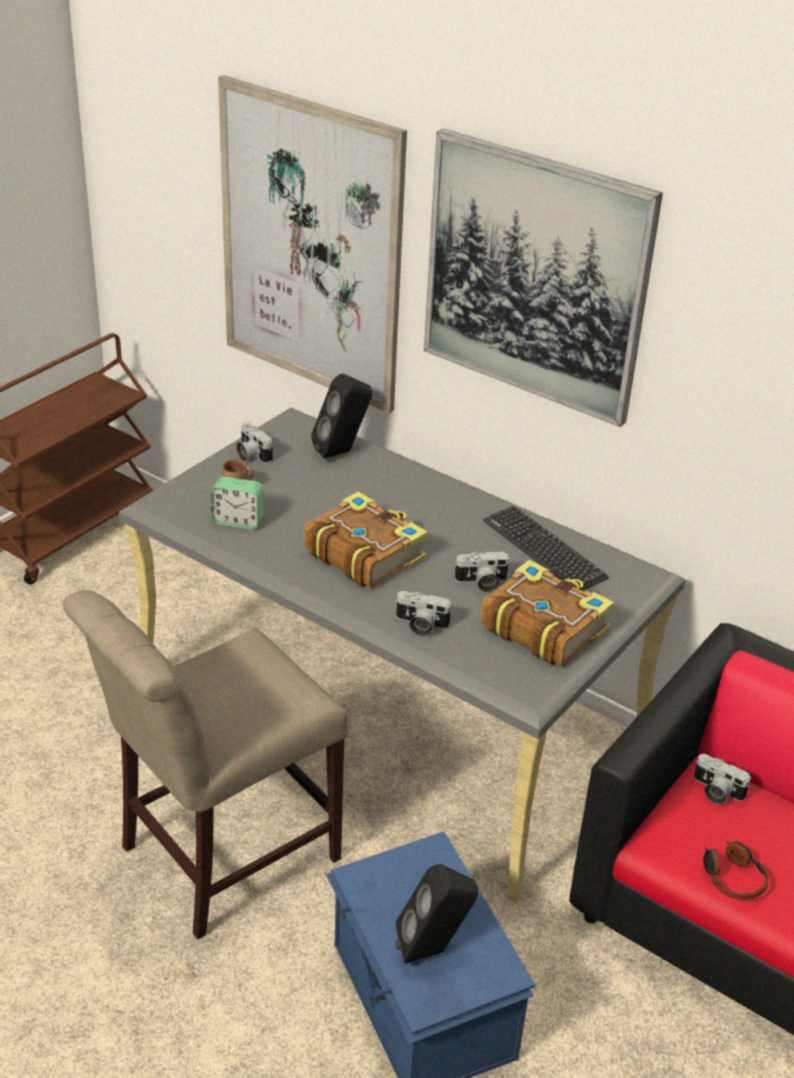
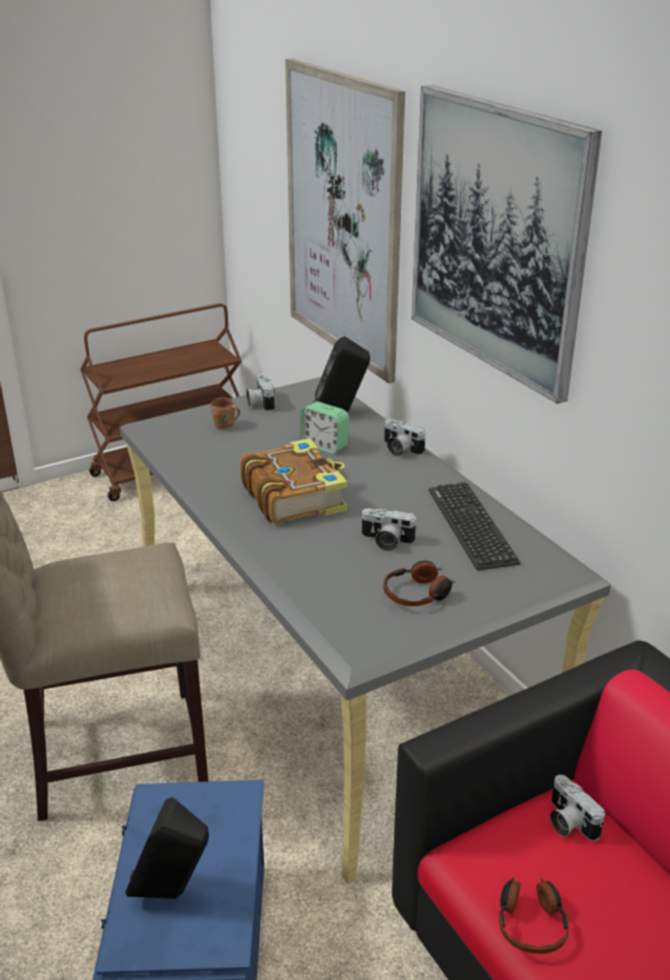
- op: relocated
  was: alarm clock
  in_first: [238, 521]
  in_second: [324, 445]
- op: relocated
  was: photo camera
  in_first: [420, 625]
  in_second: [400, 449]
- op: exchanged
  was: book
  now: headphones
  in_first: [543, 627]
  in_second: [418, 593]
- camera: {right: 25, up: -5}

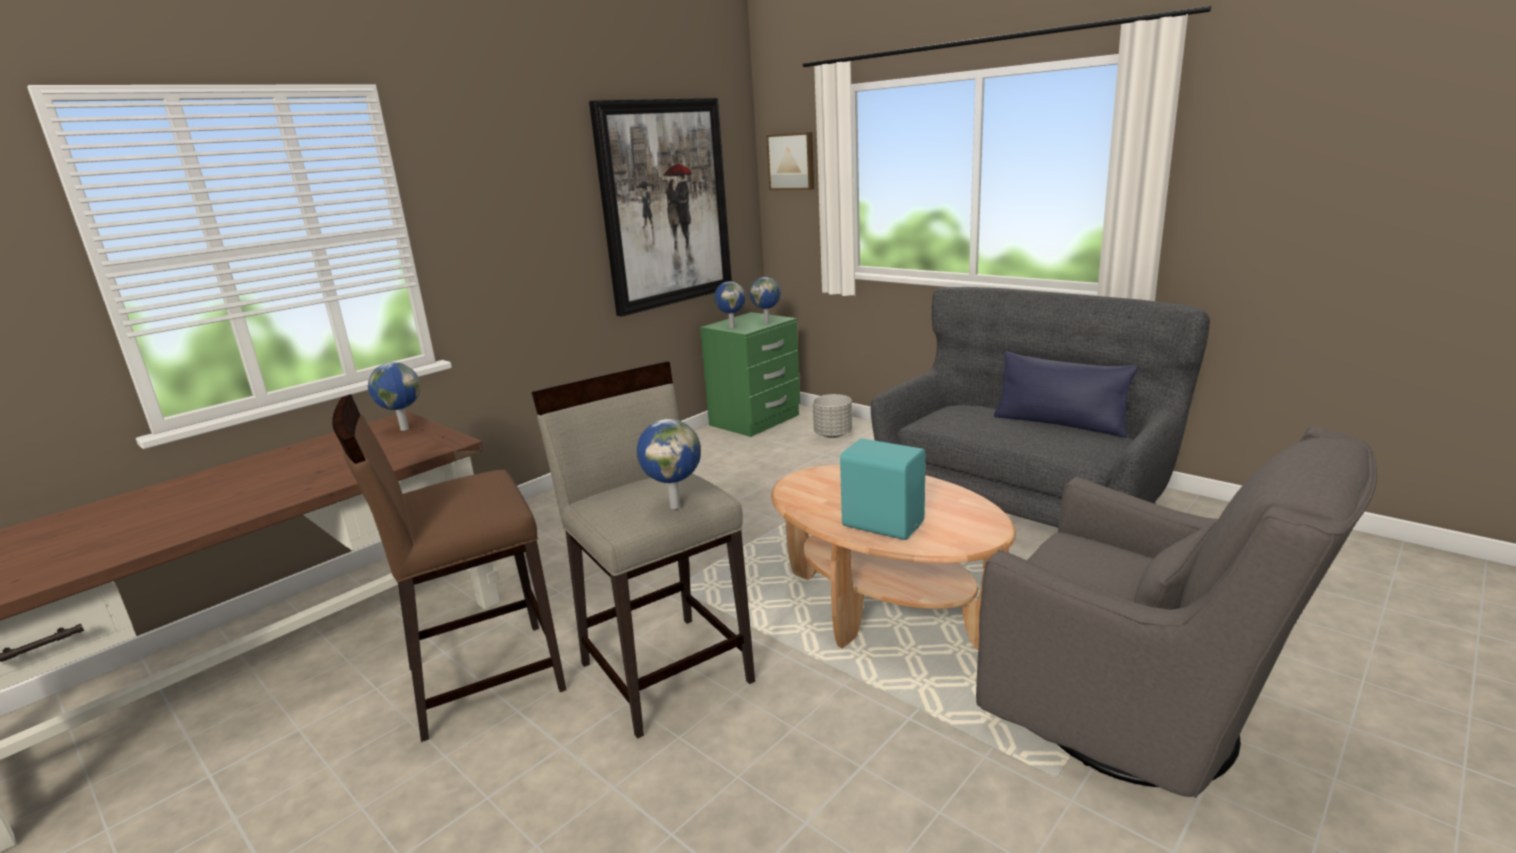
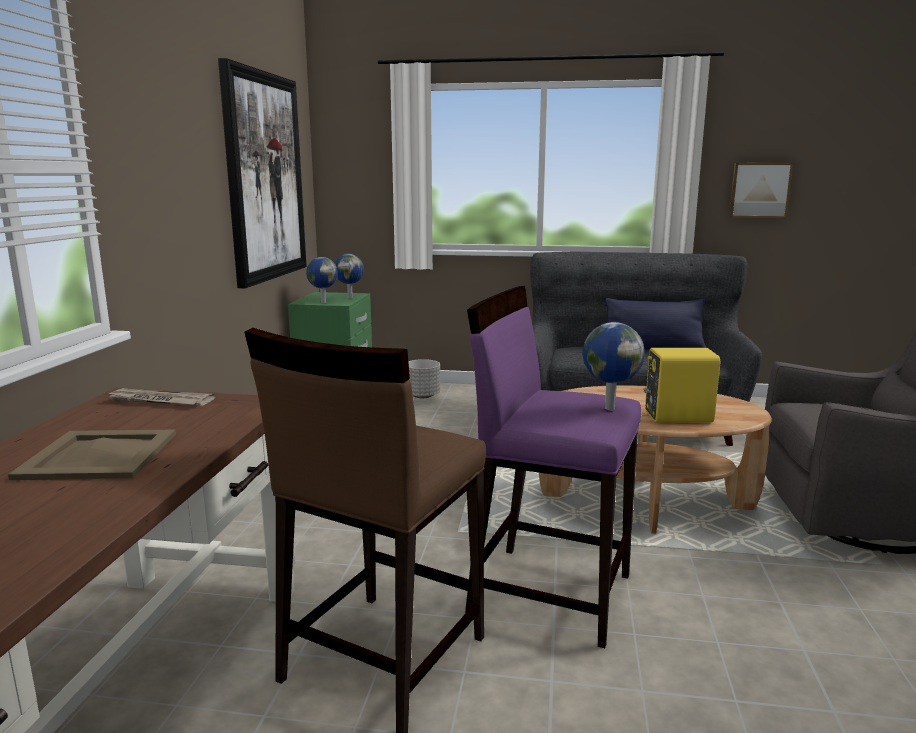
- op: appeared
  now: beige tray
  in_second: [97, 456]
- op: relocated
  was: picture
  in_first: [792, 161]
  in_second: [759, 190]
- op: exchanged
  was: globe
  now: newspaper
  in_first: [403, 429]
  in_second: [159, 401]
- op: colour
  was: beige stool
  now: purple stool
  in_first: [666, 670]
  in_second: [549, 592]
- op: colour
  was: turquoise speaker
  now: yellow speaker
  in_first: [882, 523]
  in_second: [676, 416]
- camera: {right: -35, up: -5}

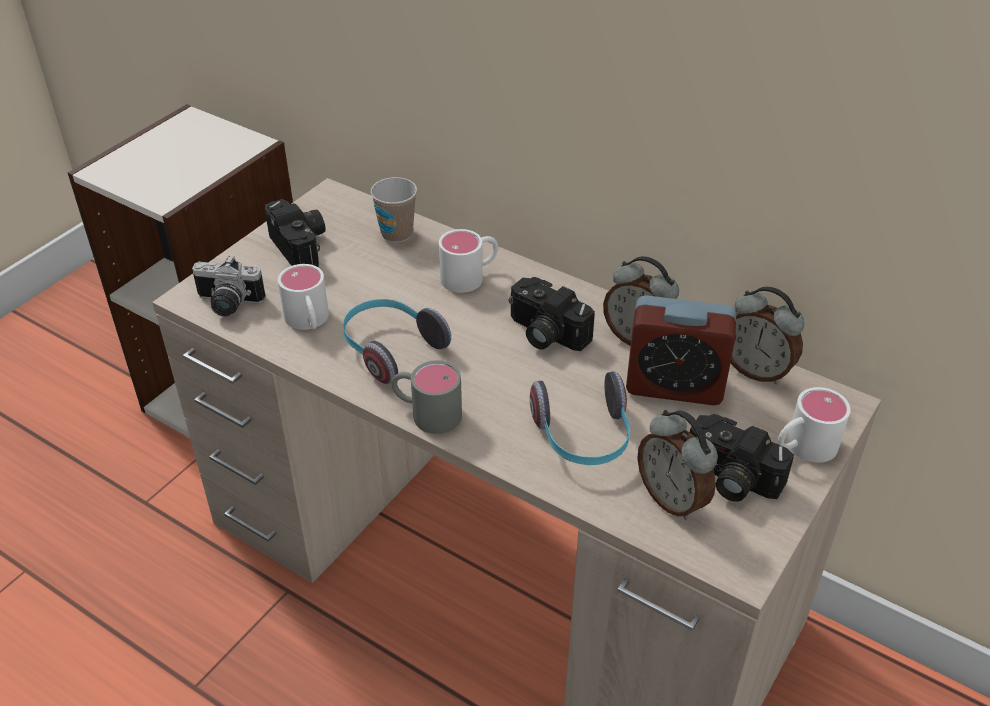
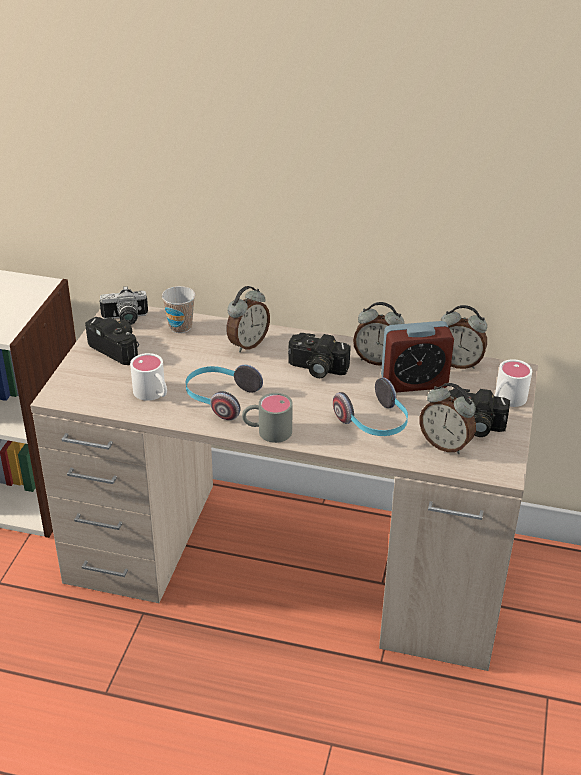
- op: relocated
  was: photo camera
  in_first: [227, 305]
  in_second: [125, 319]
- op: exchanged
  was: white mug
  now: alarm clock
  in_first: [470, 276]
  in_second: [247, 344]
- camera: {right: -20, up: -5}

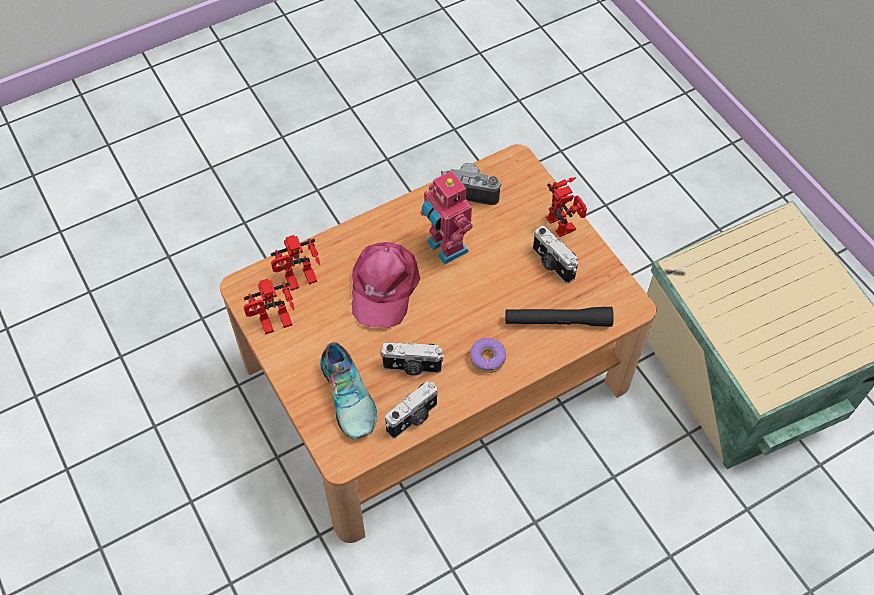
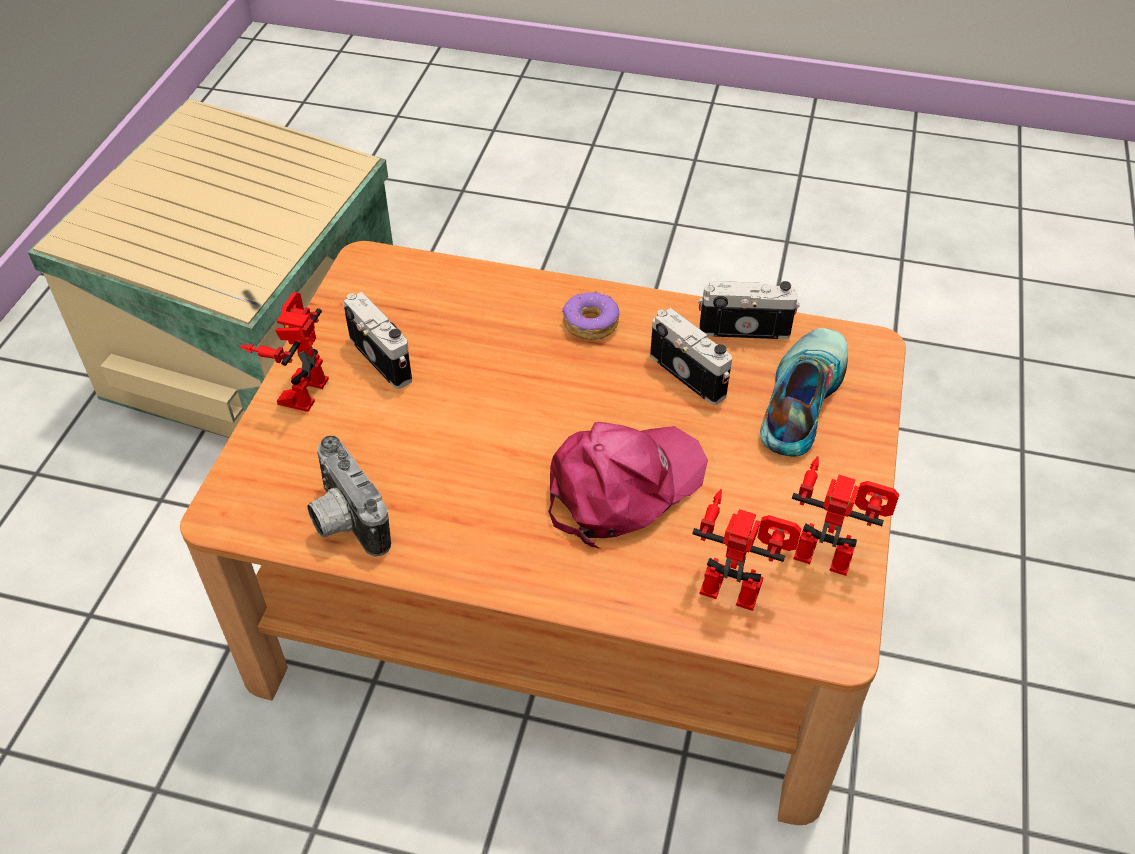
- op: missing
  was: toy robot
  in_first: [445, 248]
- op: missing
  was: black flashlight
  in_first: [557, 321]
- op: spun
  was: photo camera
  in_first: [552, 264]
  in_second: [383, 358]
  clockwise: -45
- camera: {right: -135, up: -10}

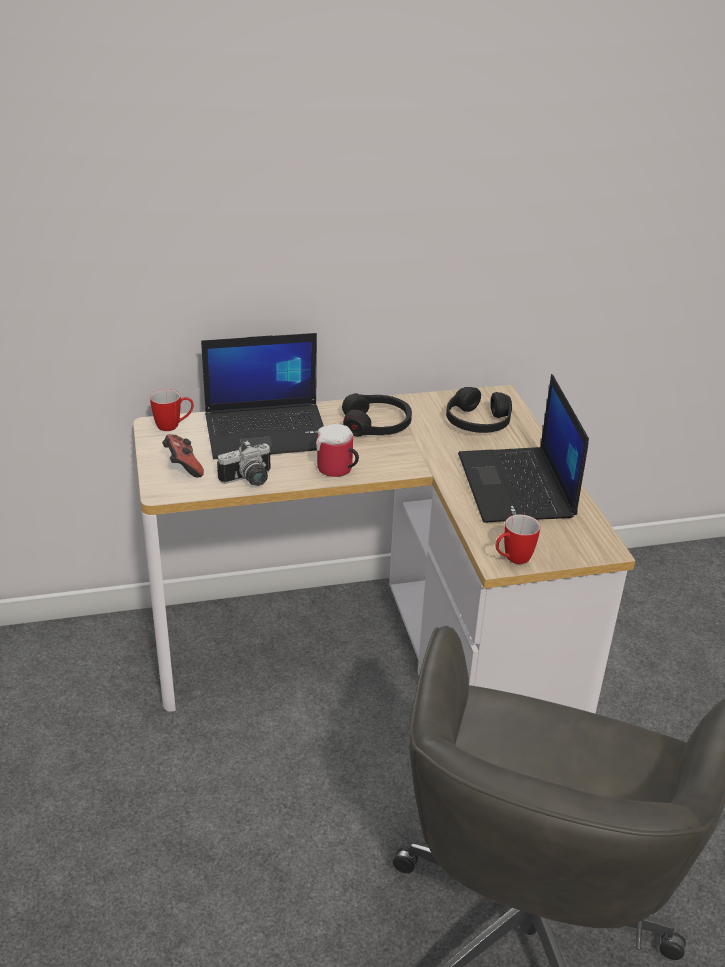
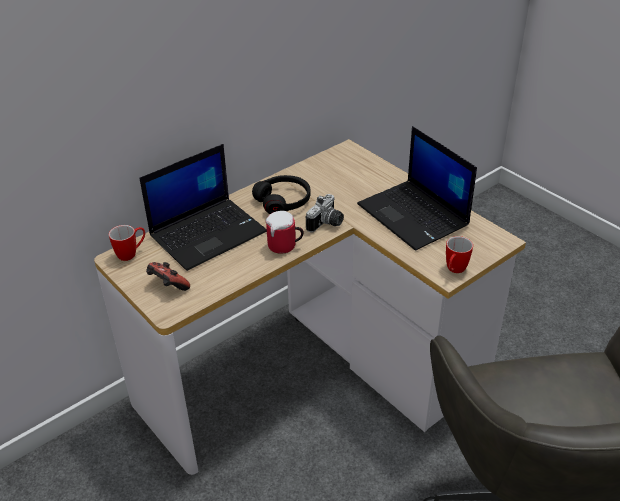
- op: missing
  was: black headphones
  in_first: [477, 422]
- op: relocated
  was: photo camera
  in_first: [249, 480]
  in_second: [327, 224]
- camera: {right: -25, up: 5}

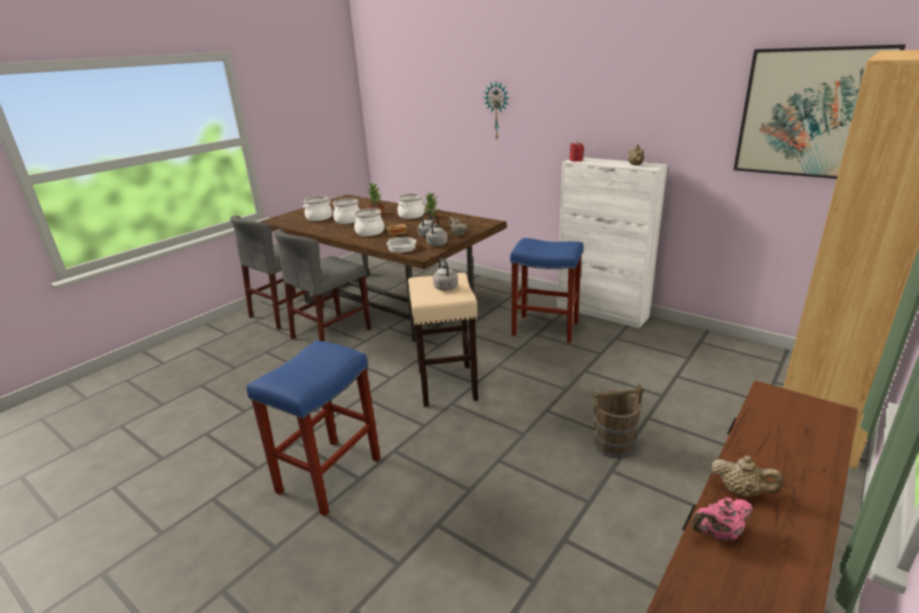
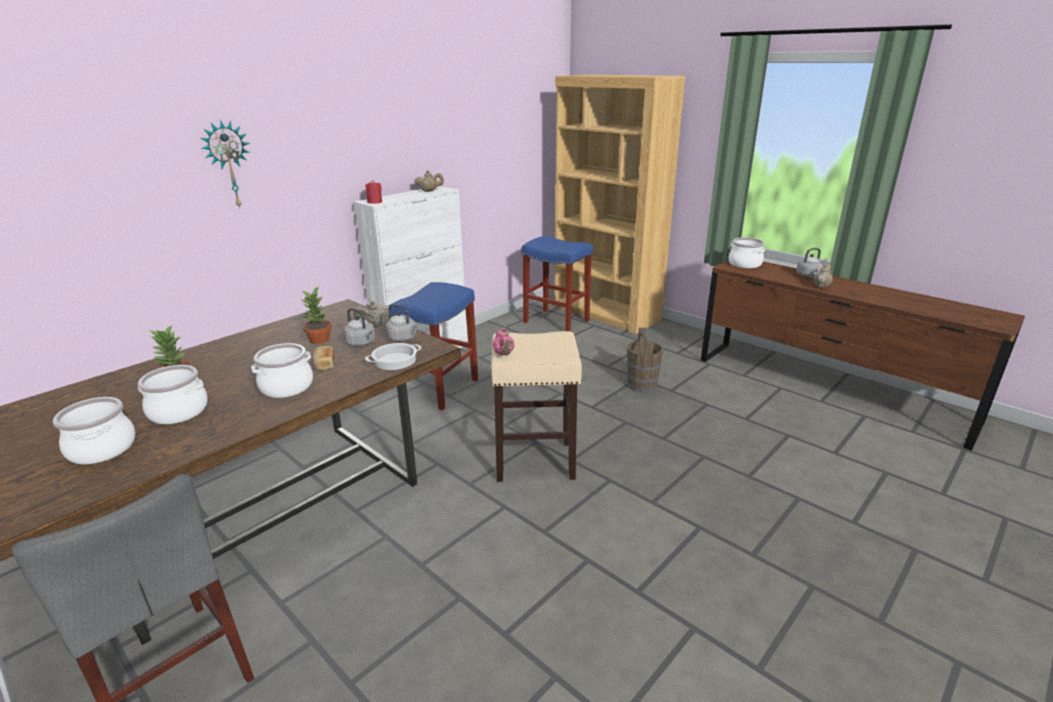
- op: missing
  was: grey chair
  in_first: [331, 333]
- op: missing
  was: picture
  in_first: [810, 113]
- op: relocated
  was: blue stool
  in_first: [329, 476]
  in_second: [557, 321]
- op: relocated
  was: cooking pot
  in_first: [411, 215]
  in_second: [744, 264]
- op: relocated
  was: grey kettle
  in_first: [446, 288]
  in_second: [809, 275]
- op: relocated
  was: pink teapot
  in_first: [718, 533]
  in_second: [504, 354]
- camera: {right: -85, up: 0}

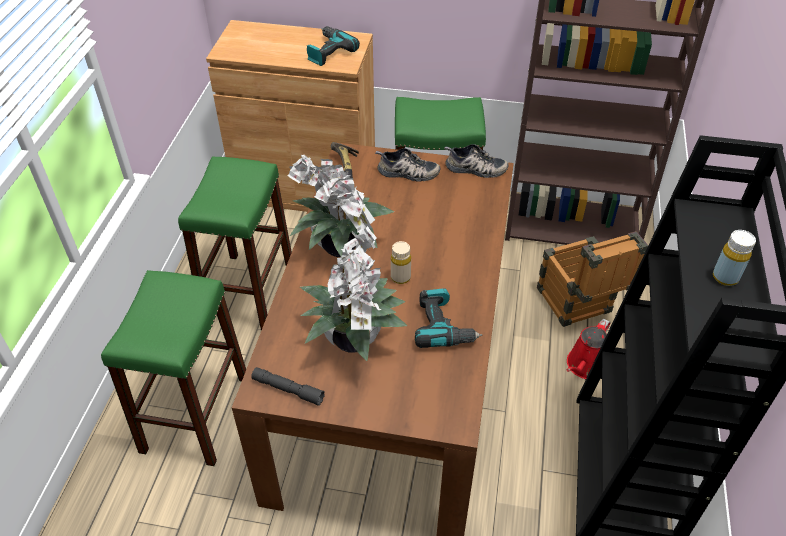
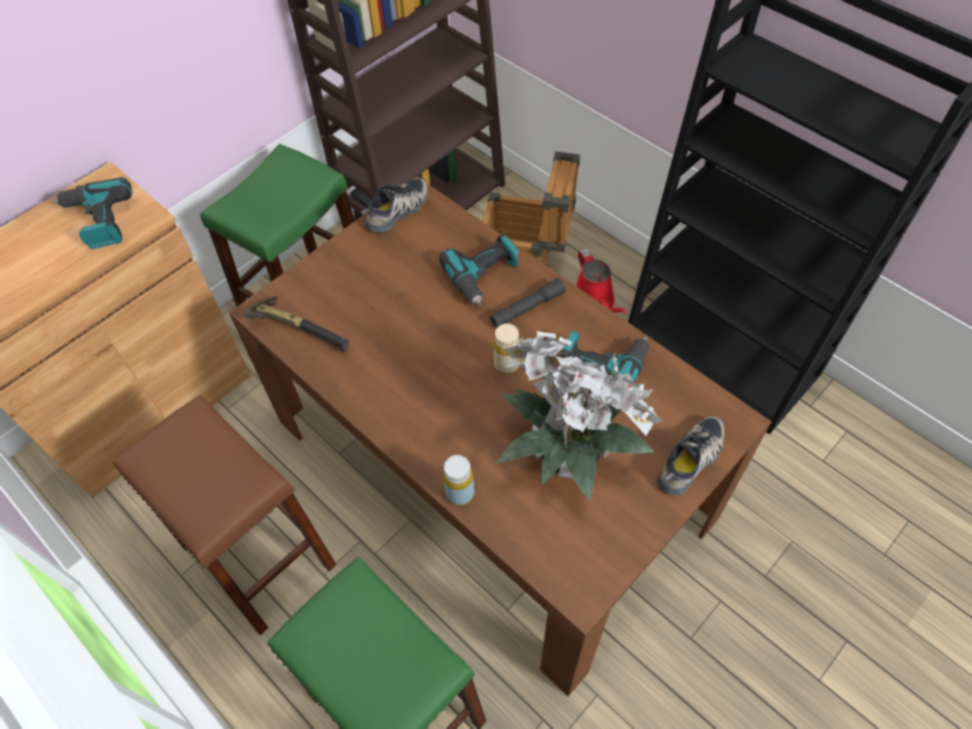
- op: missing
  was: potted plant
  in_first: [341, 251]
- op: appeared
  now: power drill
  in_second: [484, 276]
- op: relocated
  was: grey flashlight
  in_first: [288, 389]
  in_second: [527, 308]
- op: relocated
  was: shoe
  in_first: [407, 173]
  in_second: [692, 461]
- op: relocated
  was: yellow bottle
  in_first: [725, 277]
  in_second: [460, 493]
- op: colour
  was: green stool
  now: brown stool
  in_first: [249, 291]
  in_second: [258, 554]
- camera: {right: -55, up: 10}

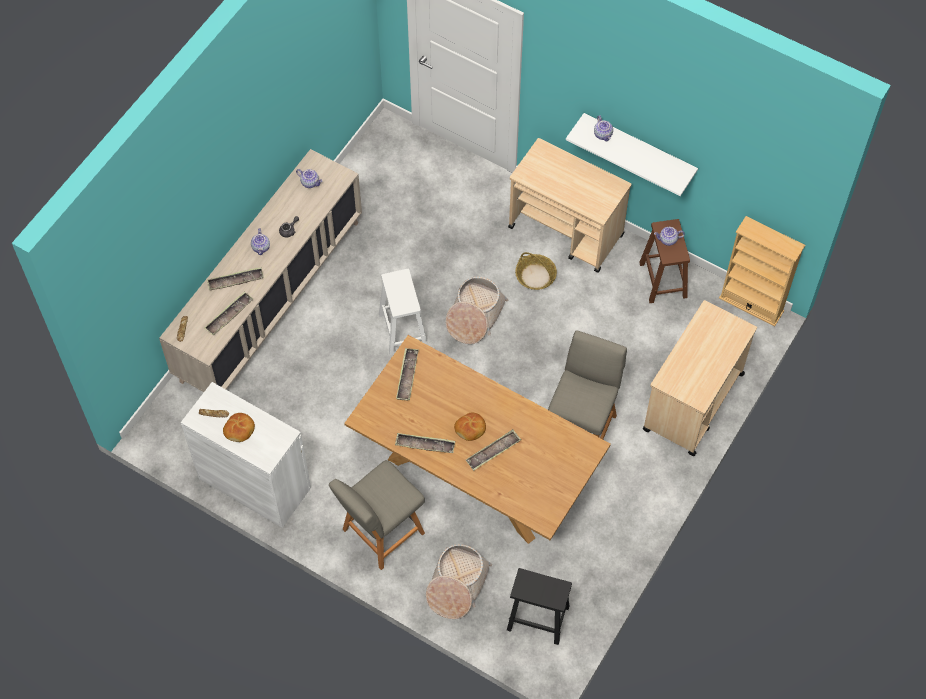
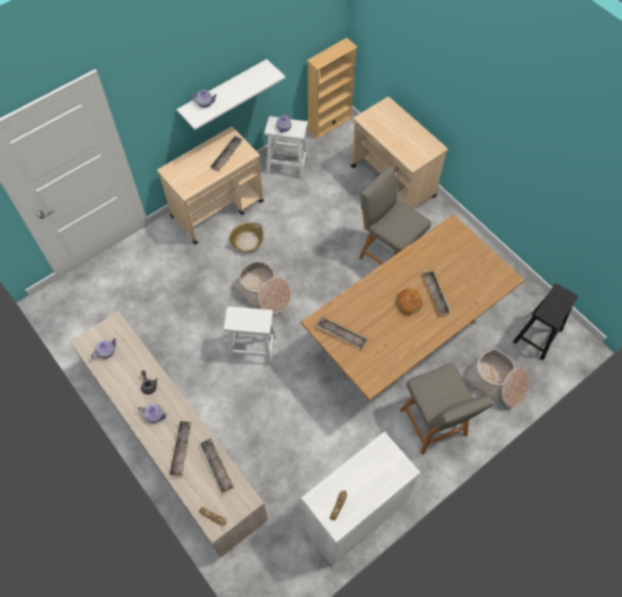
- op: missing
  was: bread
  in_first: [240, 430]
- op: relocated
  was: tray
  in_first: [425, 445]
  in_second: [226, 155]
- op: colour
  was: brown stool
  now: white stool
  in_first: [663, 281]
  in_second: [288, 165]
- camera: {right: -70, up: 0}

